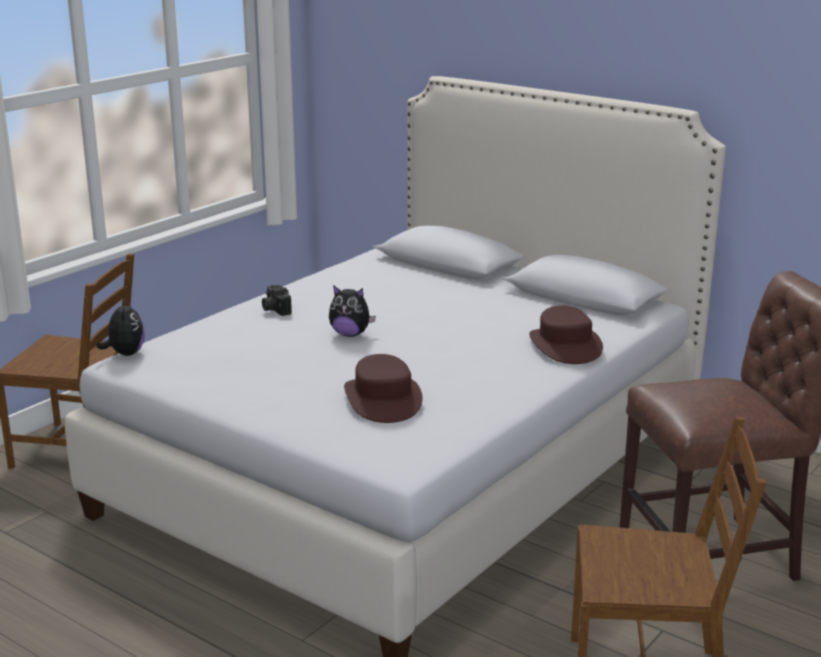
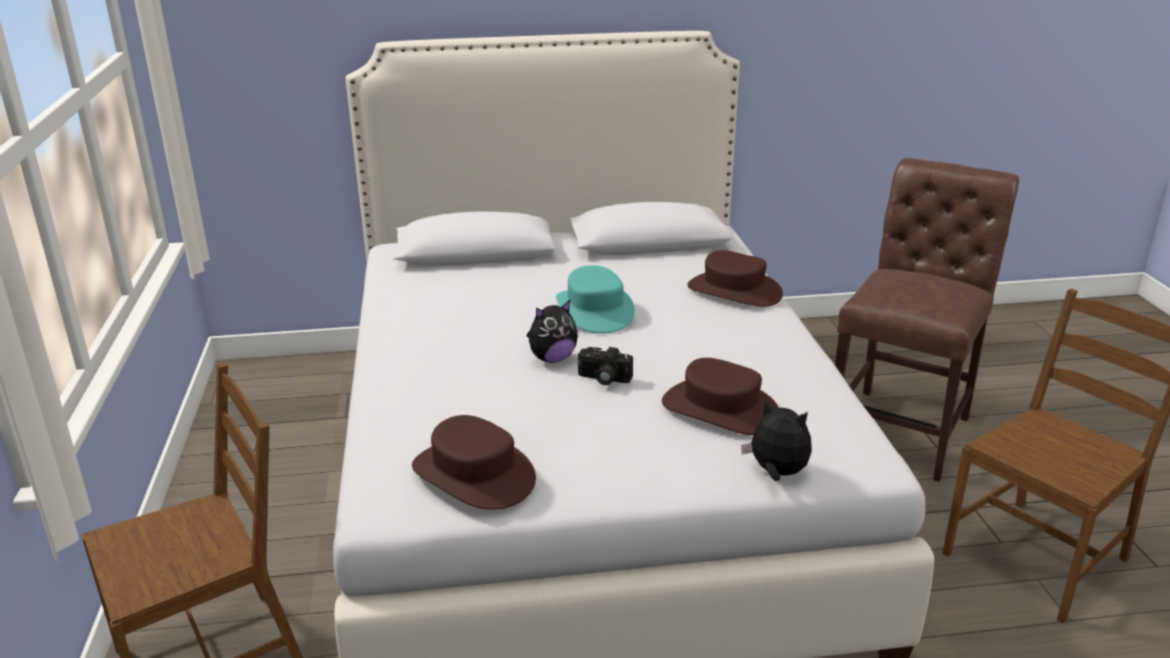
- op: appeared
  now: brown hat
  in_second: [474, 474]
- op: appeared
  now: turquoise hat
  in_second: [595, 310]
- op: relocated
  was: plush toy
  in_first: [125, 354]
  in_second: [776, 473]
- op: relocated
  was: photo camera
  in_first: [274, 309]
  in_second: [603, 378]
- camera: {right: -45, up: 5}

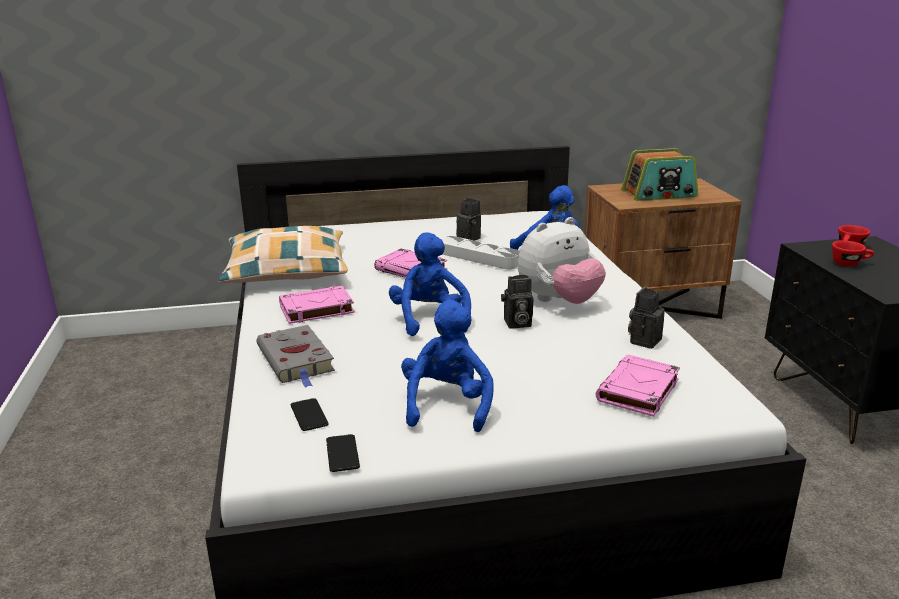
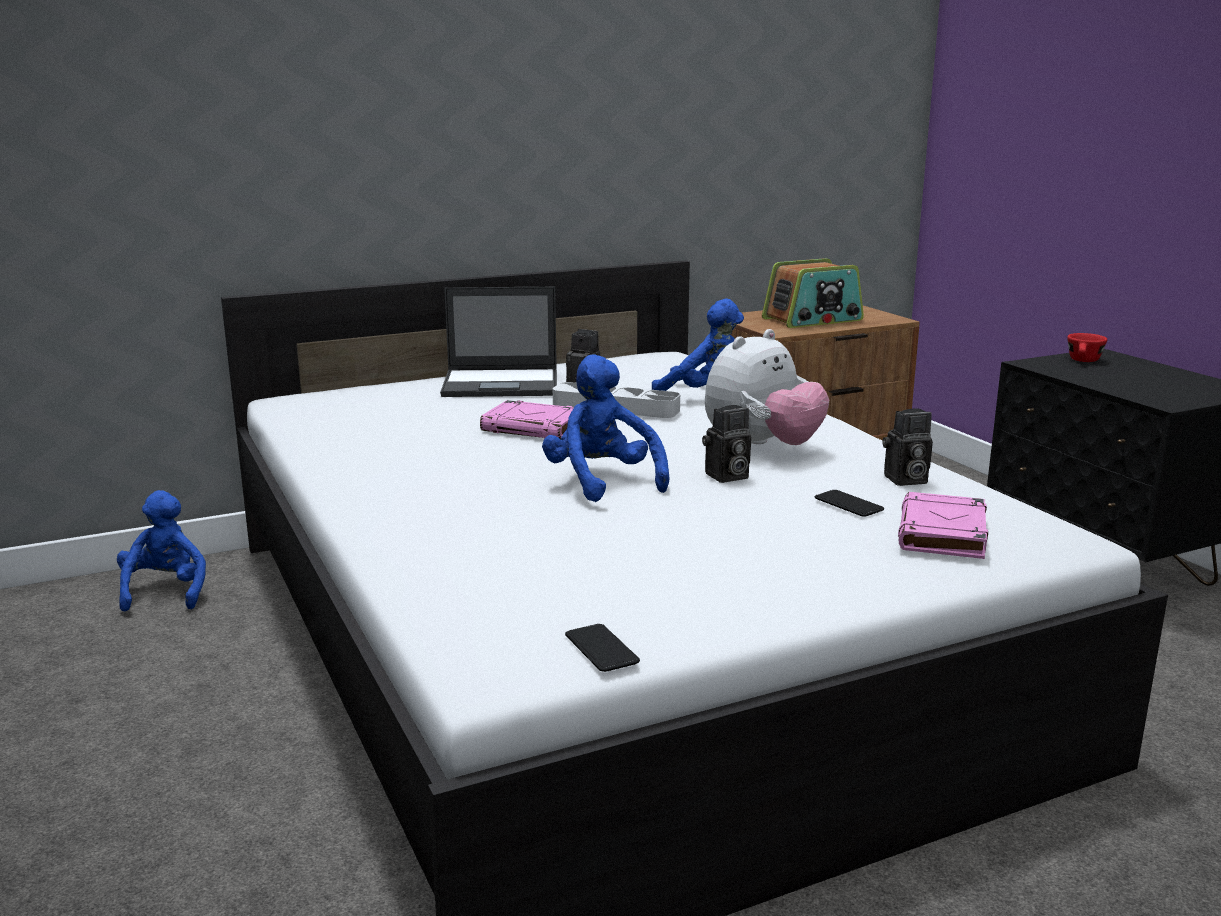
- op: missing
  was: pillow
  in_first: [286, 270]
- op: missing
  was: grey book
  in_first: [297, 360]
- op: missing
  was: pink book
  in_first: [316, 309]
- op: missing
  was: red cup
  in_first: [849, 263]
- op: appeared
  now: laptop
  in_second: [502, 384]
- op: relocated
  was: phone
  in_first: [309, 415]
  in_second: [848, 504]
- op: relocated
  was: blue plush toy
  in_first: [447, 405]
  in_second: [166, 592]
- op: spun
  was: photo camera
  in_first: [644, 340]
  in_second: [904, 480]
  clockwise: -120
- camera: {right: -15, up: -5}

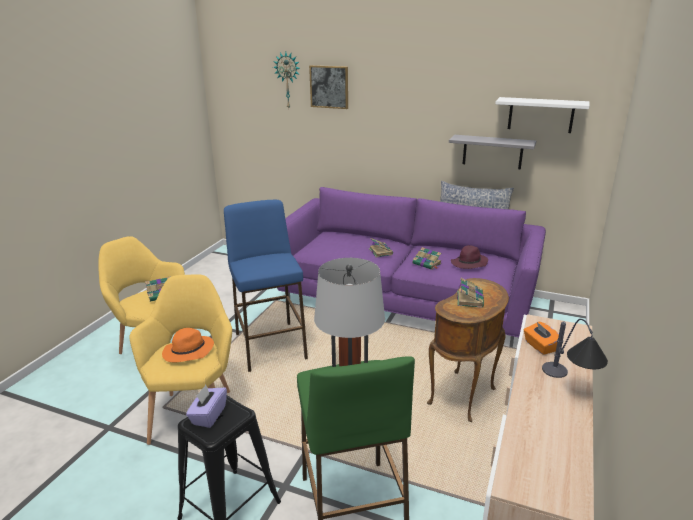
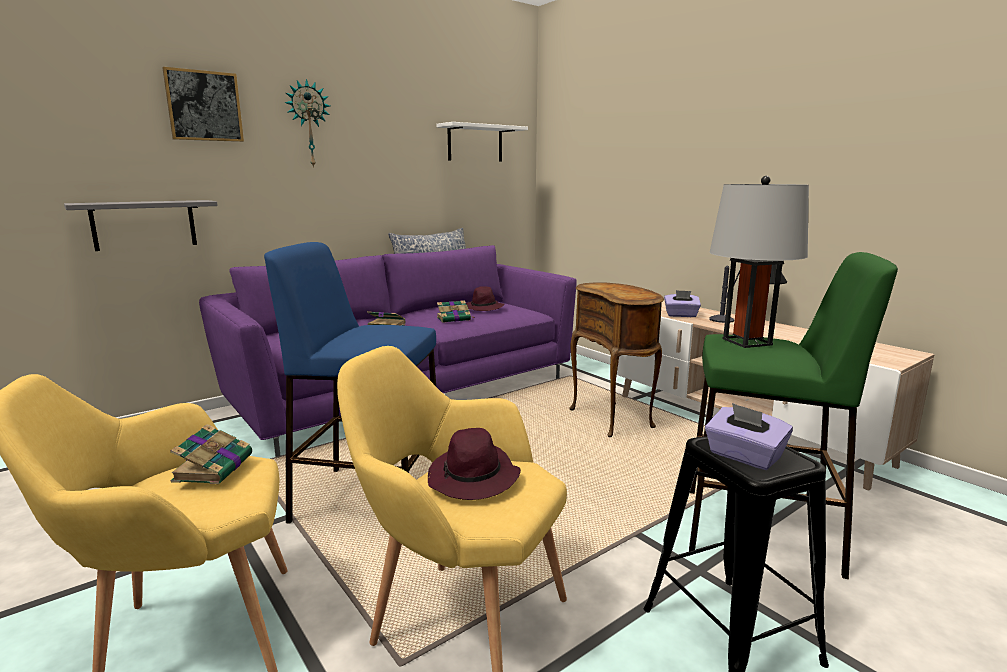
- op: missing
  was: book
  in_first: [469, 299]
- op: relocated
  was: wall clock
  in_first: [288, 80]
  in_second: [308, 124]
- op: relocated
  was: grey shelf
  in_first: [492, 152]
  in_second: [144, 224]
- op: colour
  was: orange hat
  now: purple hat
  in_first: [188, 352]
  in_second: [473, 478]
- op: colour
  was: orange tissue box
  now: purple tissue box
  in_first: [540, 346]
  in_second: [681, 315]
- camera: {right: -60, up: -10}

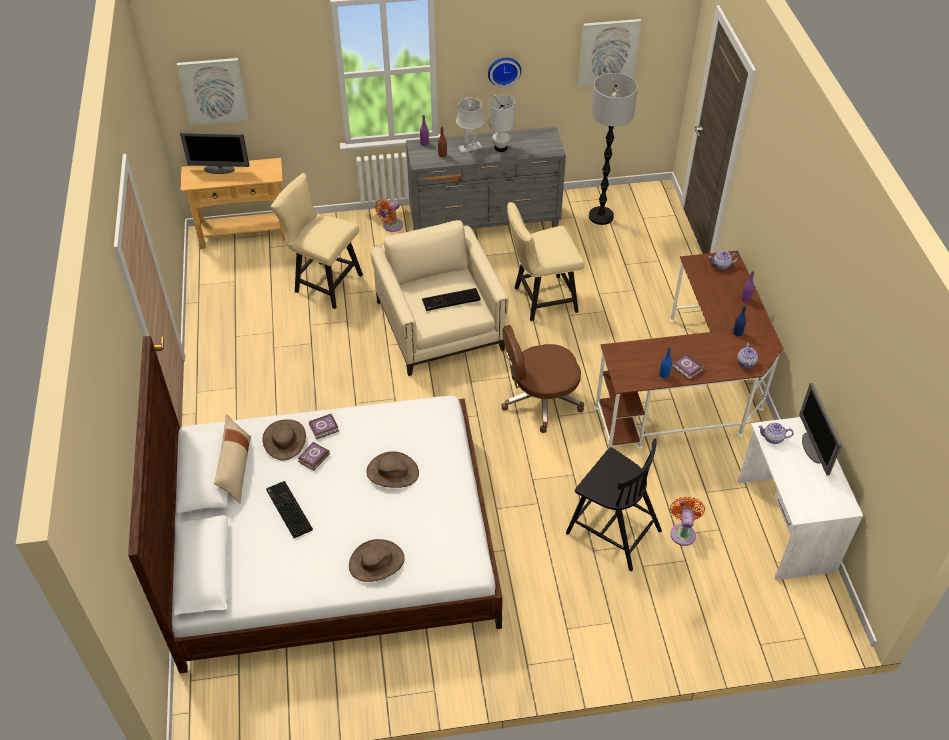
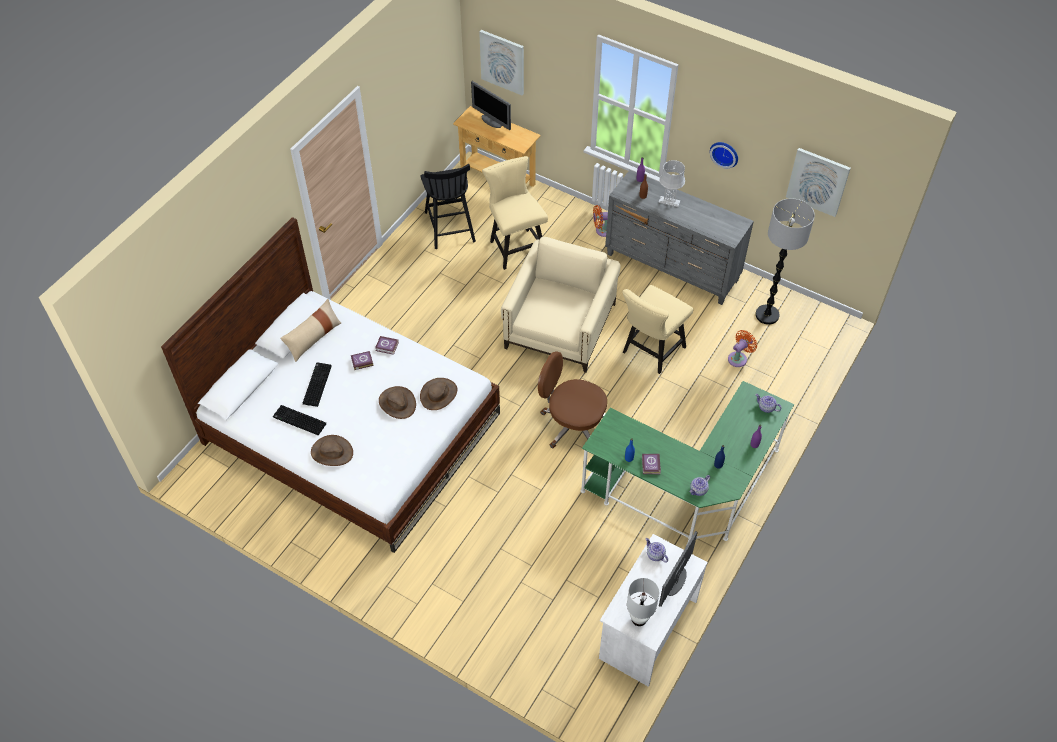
- op: relocated
  was: brown hat
  in_first: [285, 440]
  in_second: [439, 394]
- op: relocated
  was: keyboard
  in_first: [451, 301]
  in_second: [298, 421]
- op: relocated
  was: white table lamp
  in_first: [501, 147]
  in_second: [639, 619]
- op: relocated
  was: black chair
  in_first: [612, 530]
  in_second: [449, 226]
- op: relocated
  was: orange fan
  in_first: [683, 532]
  in_second: [739, 358]
- op: colour
  was: brown desk
  now: green desk
  in_first: [691, 390]
  in_second: [688, 490]
- op: spun
  was: beige chair
  in_first: [540, 300]
  in_second: [650, 352]
  clockwise: -75
- camera: {right: 40, up: 5}

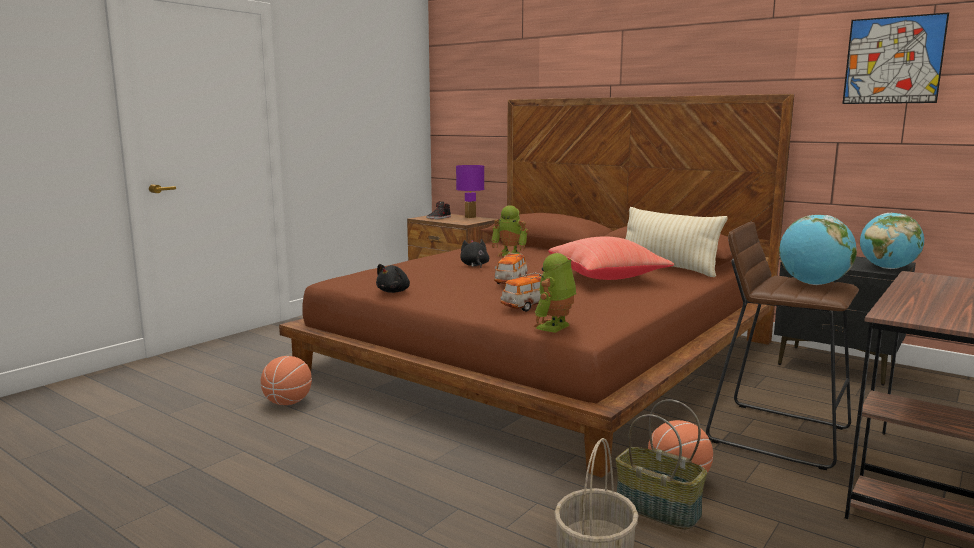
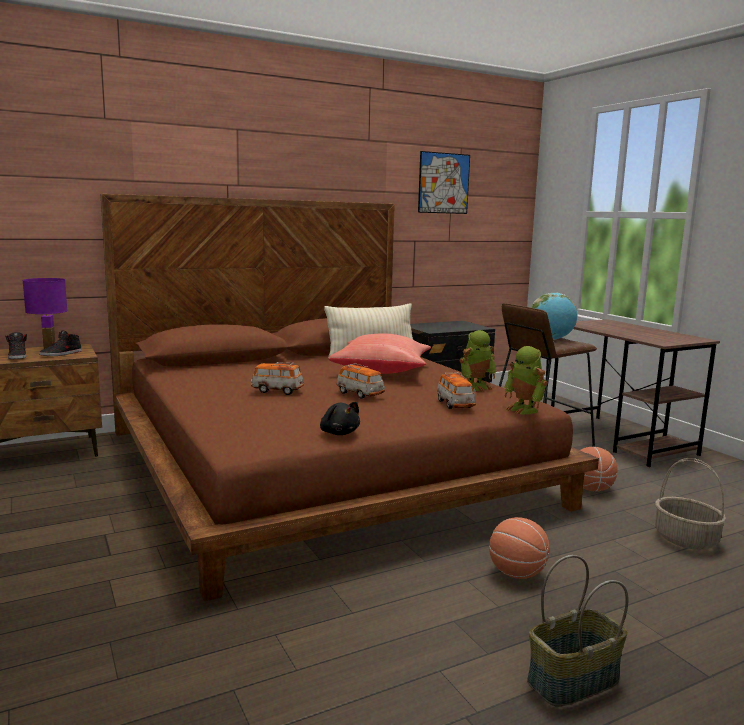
- op: missing
  was: globe
  in_first: [887, 268]
- op: appeared
  now: black shoe
  in_second: [61, 354]
- op: relocated
  was: basketball
  in_first: [288, 402]
  in_second: [516, 573]
- op: relocated
  was: toy robot
  in_first: [510, 254]
  in_second: [476, 387]
- op: relocated
  was: basket
  in_first: [656, 509]
  in_second: [573, 681]
- op: exchanged
  was: black plush toy
  now: toy car
  in_first: [474, 265]
  in_second: [277, 391]
- camera: {right: -65, up: 0}

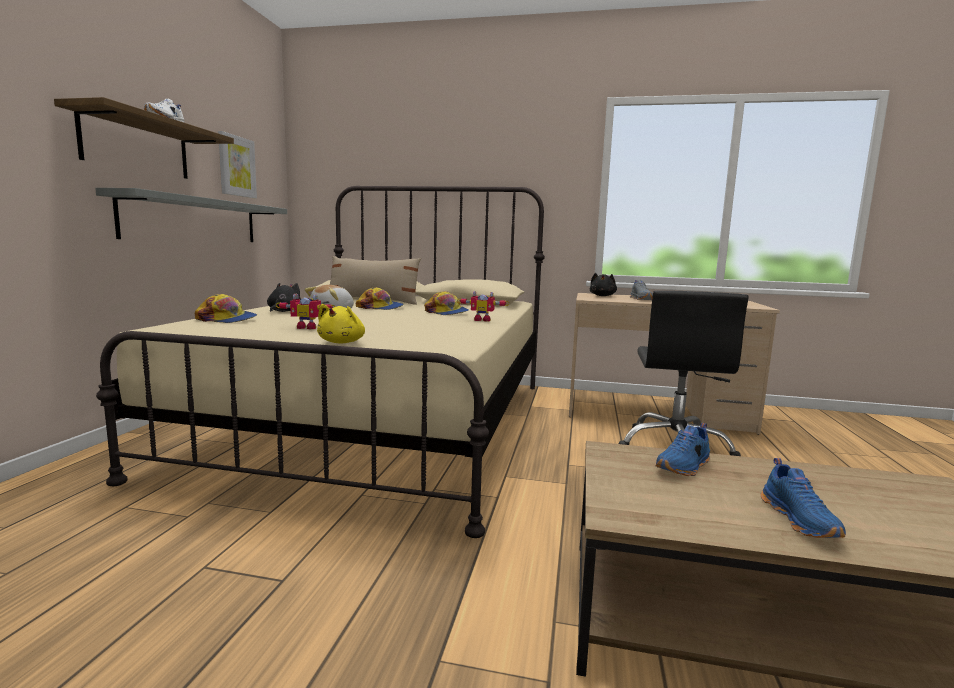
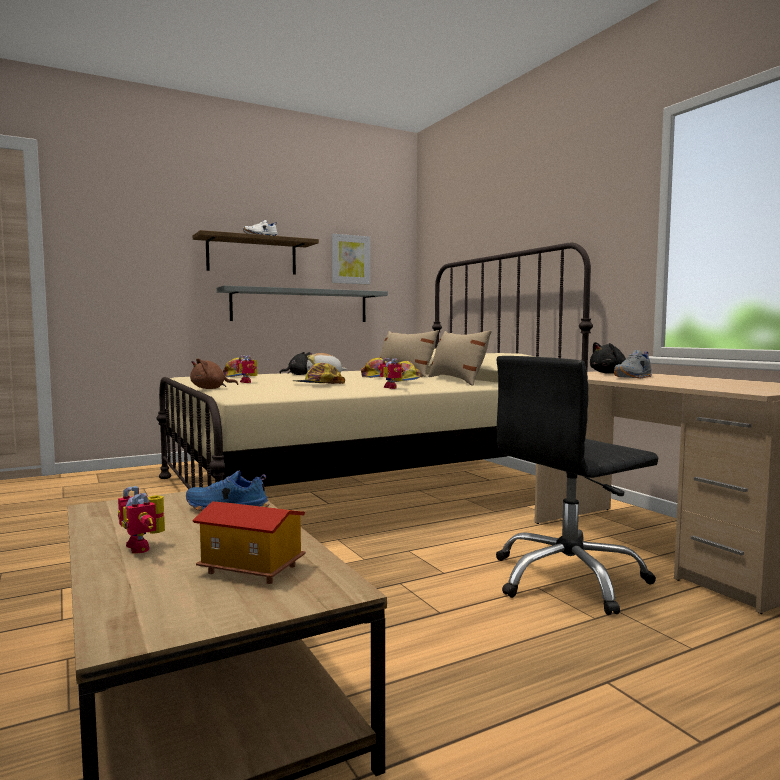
- op: appeared
  now: toy house
  in_second: [250, 570]
- op: appeared
  now: cap
  in_second: [317, 384]
- op: appeared
  now: beige pillow
  in_second: [457, 381]
- op: exchanged
  was: blue shoe
  now: toy robot
  in_first: [801, 520]
  in_second: [144, 546]
- op: colour
  was: yellow plush toy
  now: brown plush toy
  in_first: [342, 342]
  in_second: [211, 388]
- camera: {right: 50, up: -5}

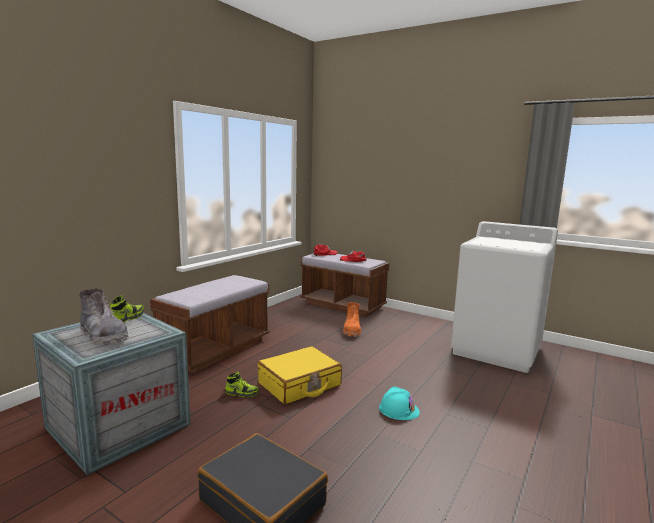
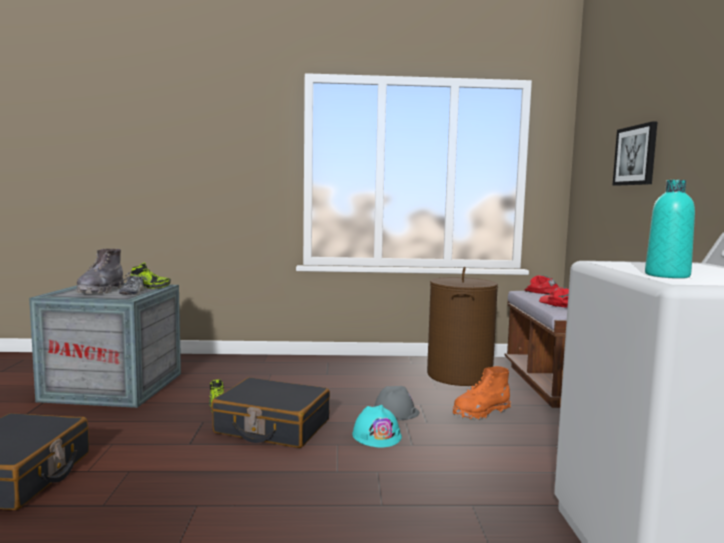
- op: missing
  was: brown bench
  in_first: [215, 350]
- op: appeared
  now: shoe
  in_second: [132, 293]
- op: appeared
  now: grey hard hat
  in_second: [395, 412]
- op: appeared
  now: brown laundry basket
  in_second: [459, 375]
- op: appeared
  now: picture
  in_second: [636, 155]
- op: appeared
  now: turquoise bottle
  in_second: [667, 275]
- op: relocated
  was: turquoise hard hat
  in_first: [399, 409]
  in_second: [377, 435]
- op: colour
  was: yellow suitcase
  now: black suitcase
  in_first: [299, 385]
  in_second: [272, 427]
- camera: {right: 55, up: -5}

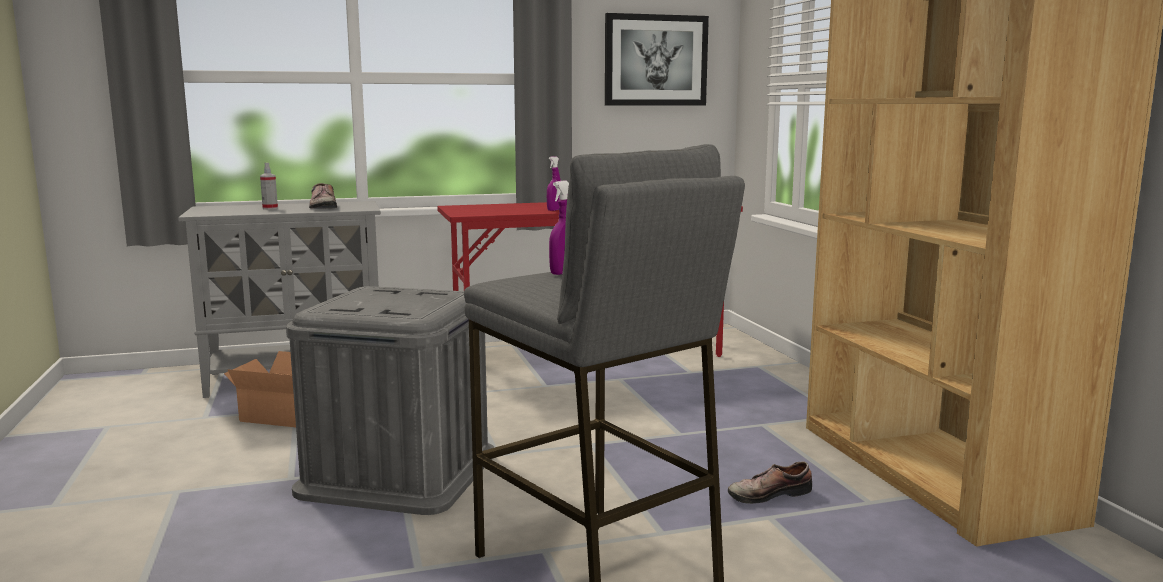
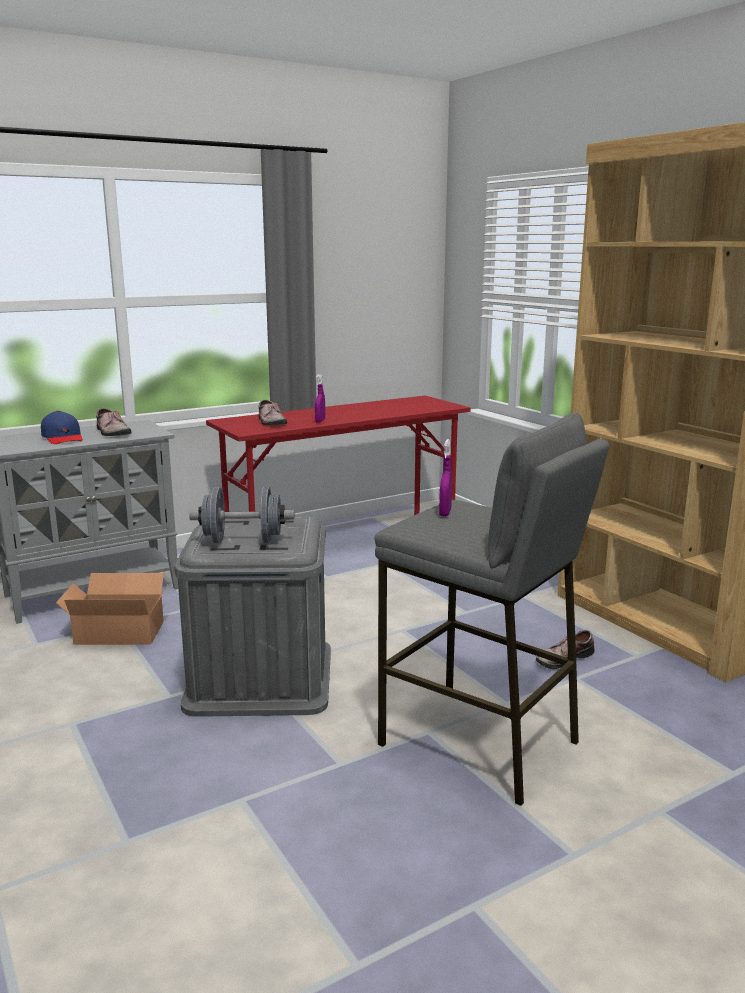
- op: missing
  was: picture
  in_first: [655, 60]
- op: appeared
  now: grey dumbbell
  in_second: [243, 541]
- op: appeared
  now: shoe
  in_second: [270, 422]
- op: exchanged
  was: spray bottle
  now: blue cap
  in_first: [270, 208]
  in_second: [63, 438]
- camera: {right: -15, up: 5}

